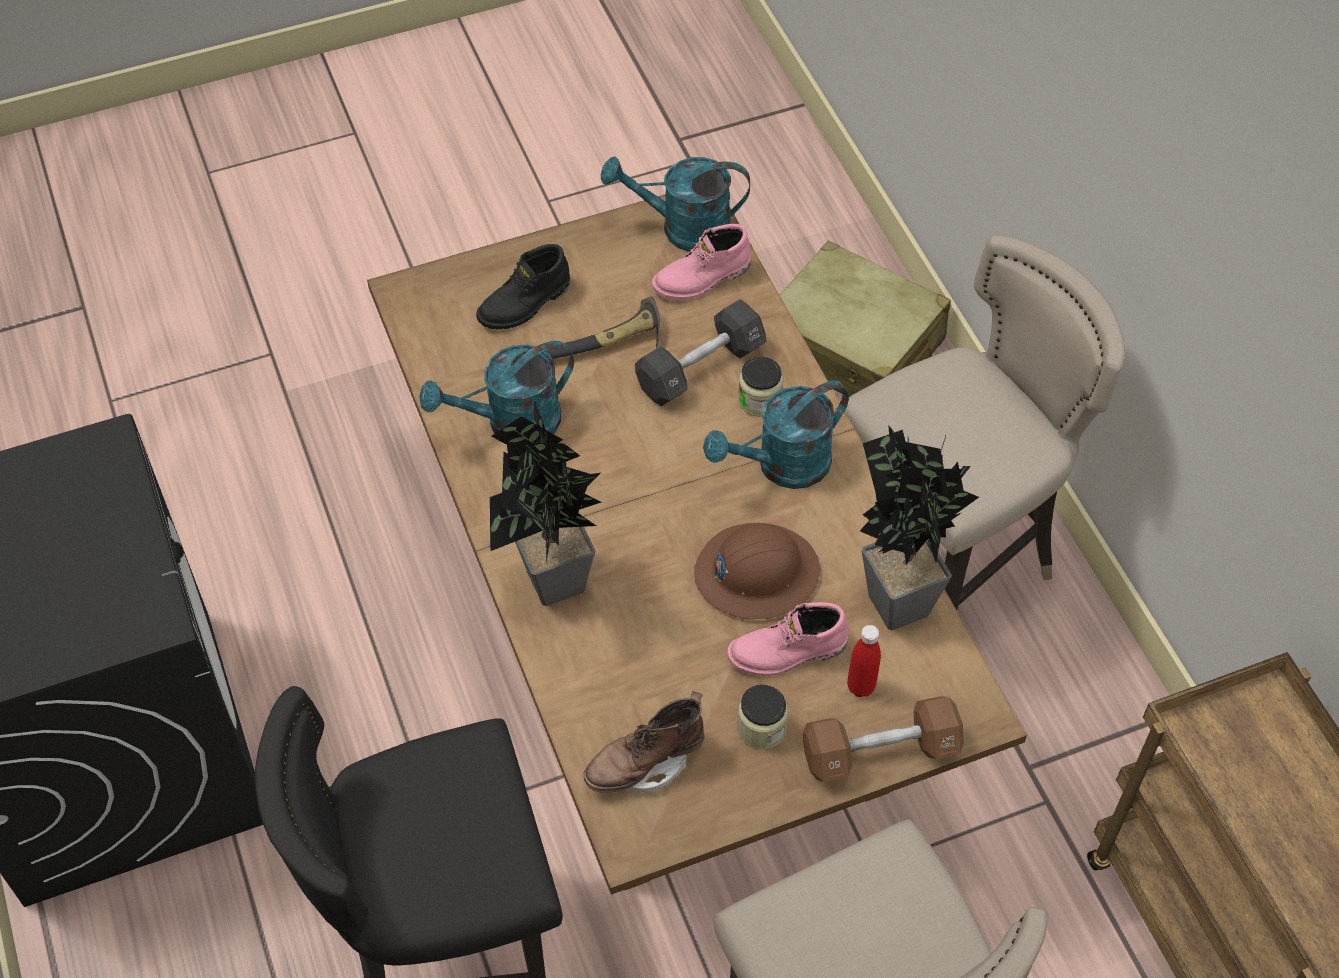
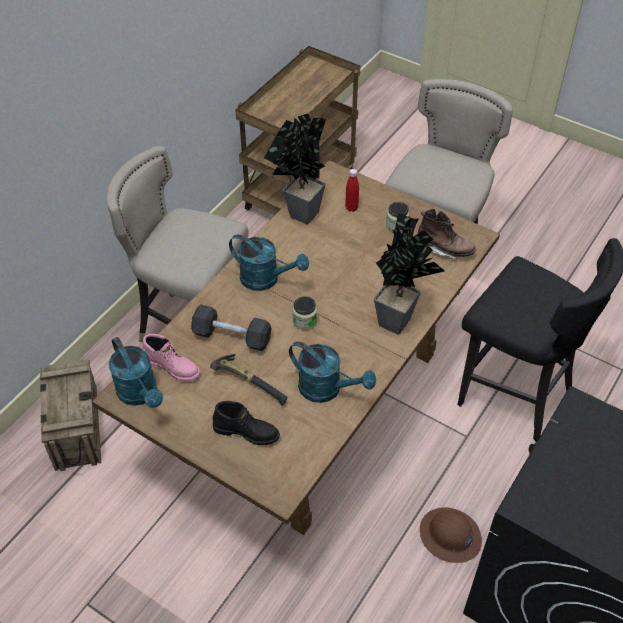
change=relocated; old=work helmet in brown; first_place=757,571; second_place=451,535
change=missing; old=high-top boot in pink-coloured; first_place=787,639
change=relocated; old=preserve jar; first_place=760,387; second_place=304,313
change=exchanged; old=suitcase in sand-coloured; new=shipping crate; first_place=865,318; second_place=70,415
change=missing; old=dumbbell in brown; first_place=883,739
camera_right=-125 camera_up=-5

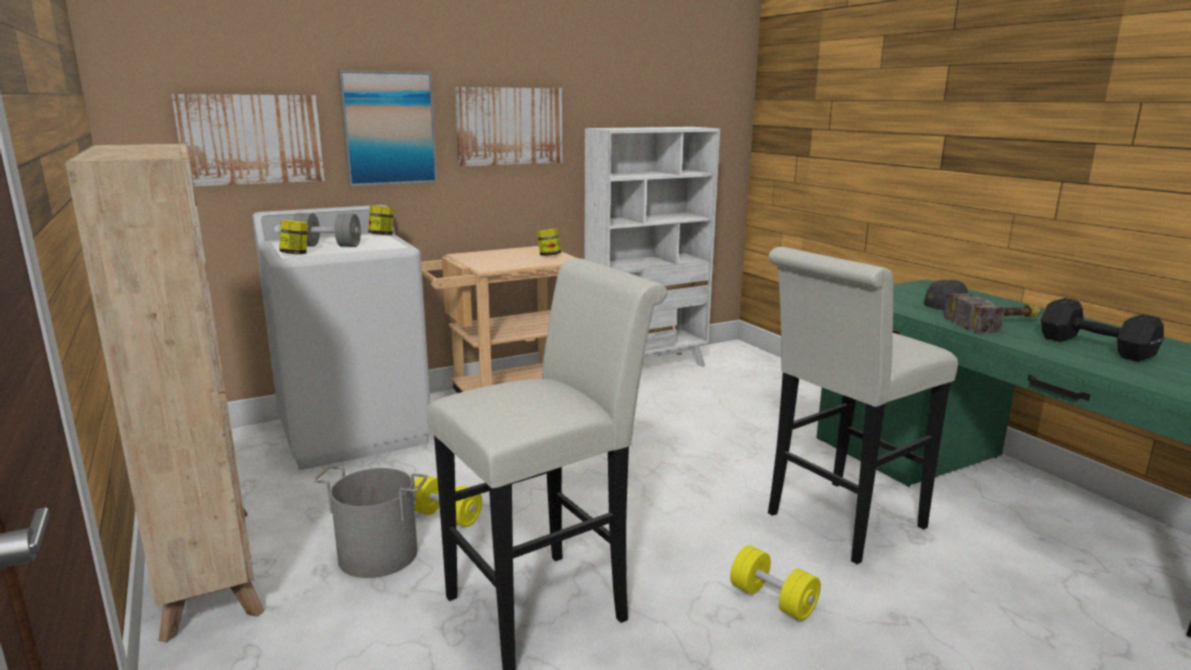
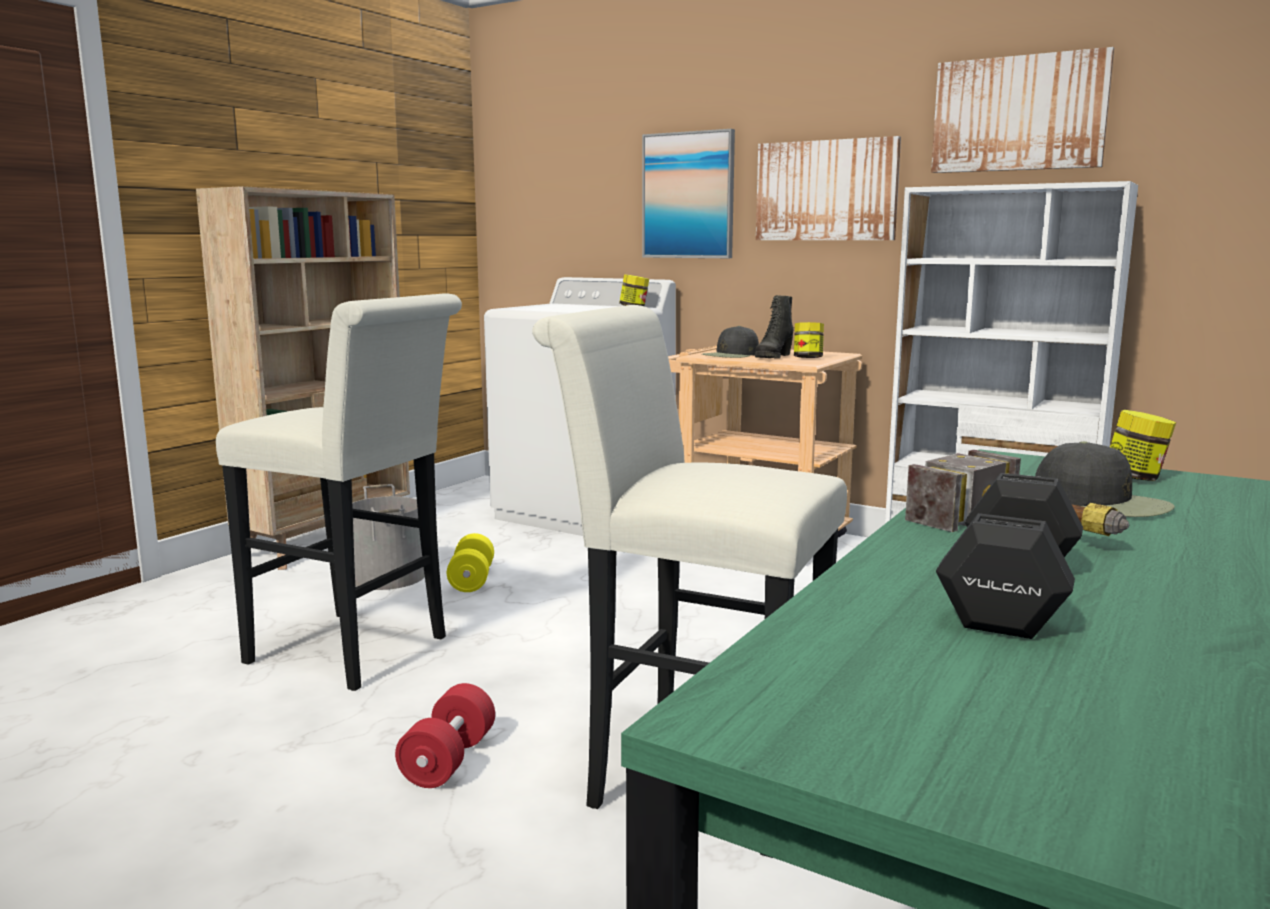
change=relocated; old=wall art; first_place=248,140; second_place=1022,110
change=relocated; old=preserve jar; first_place=293,237; second_place=1143,445
change=missing; old=dumbbell in gray; first_place=327,230
change=colour; old=dumbbell in yellow; new=dumbbell in red-coloured; first_place=775,583; second_place=445,735
change=appeared; new=peaked cap in black; second_place=730,342
change=appeared; new=high-top boot in black; second_place=774,327
camera_right=60 camera_up=-5

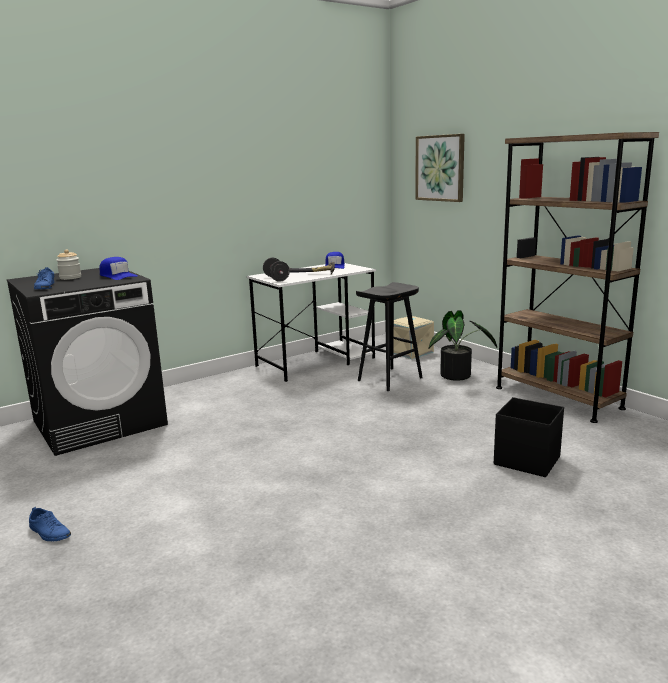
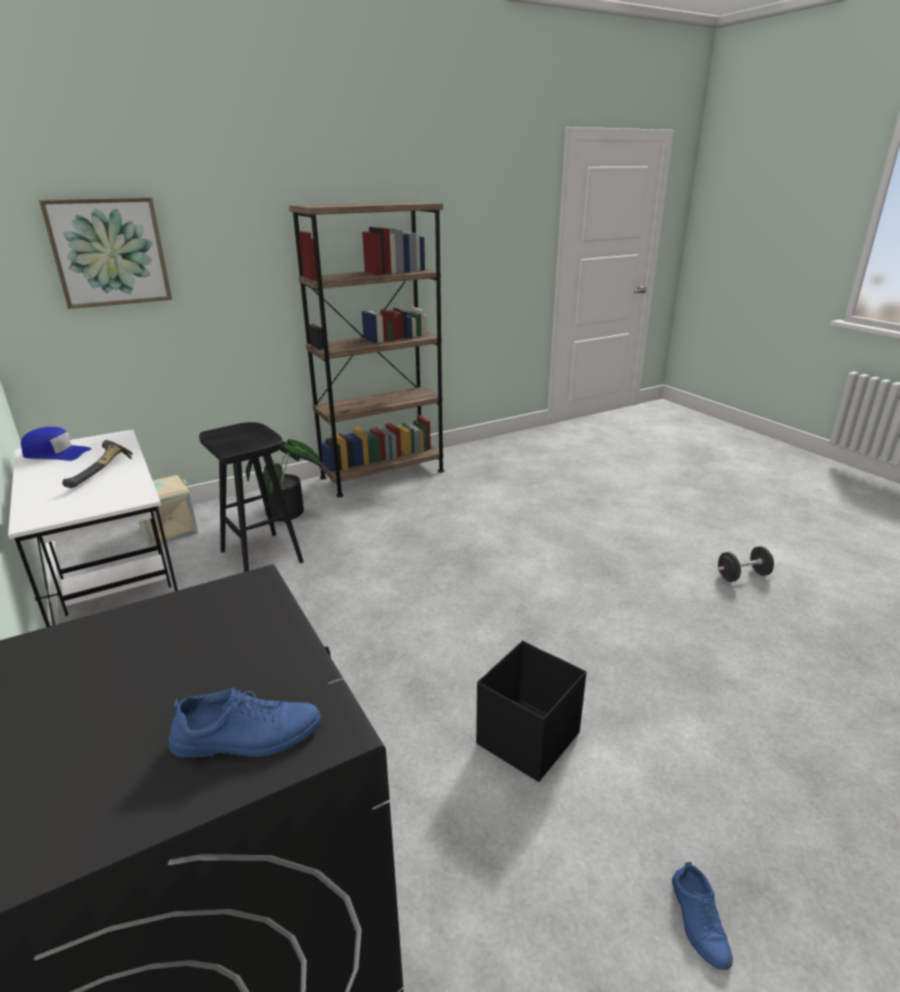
change=spun; old=item of footwear in blue; first_place=50,524; second_place=702,916; degrees=135
change=missing; old=preserve jar; first_place=68,265
change=missing; old=peaked cap in blue; first_place=118,268
change=relocated; old=dumbbell in black; first_place=276,270; second_place=746,564
change=relocated; old=storage bin in black; first_place=529,437; second_place=531,711
camera_right=-85 camera_up=10

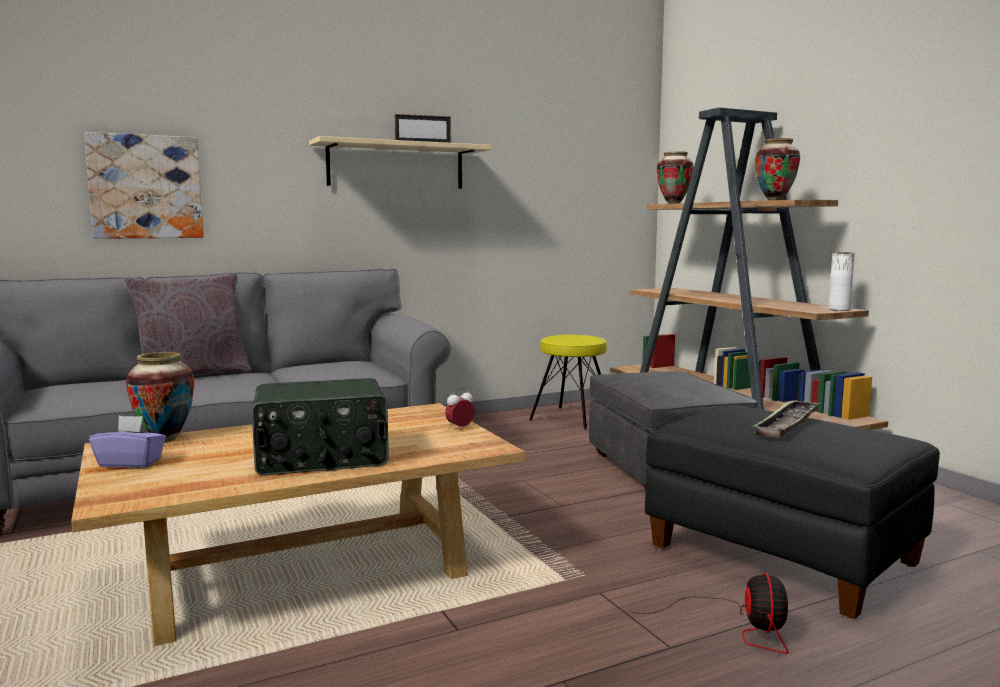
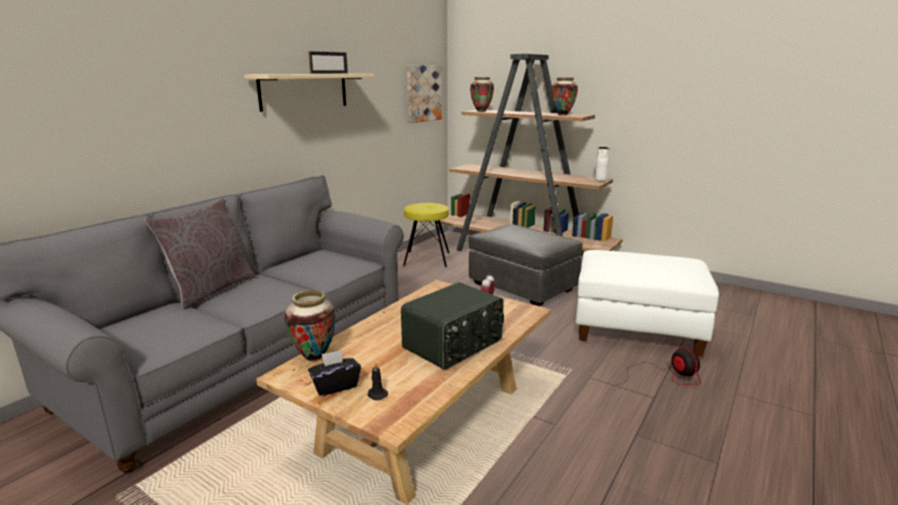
change=relocated; old=wall art; first_place=144,185; second_place=424,94
change=colour; old=tissue holder in purple-coloured; new=tissue holder in black; first_place=127,441; second_place=334,373
change=colour; old=ottoman in black; new=ottoman in white; first_place=792,512; second_place=647,303
change=missing; old=serving tray; first_place=787,419
change=appeared; new=candle in black; second_place=377,381
camera_right=-30 camera_up=10

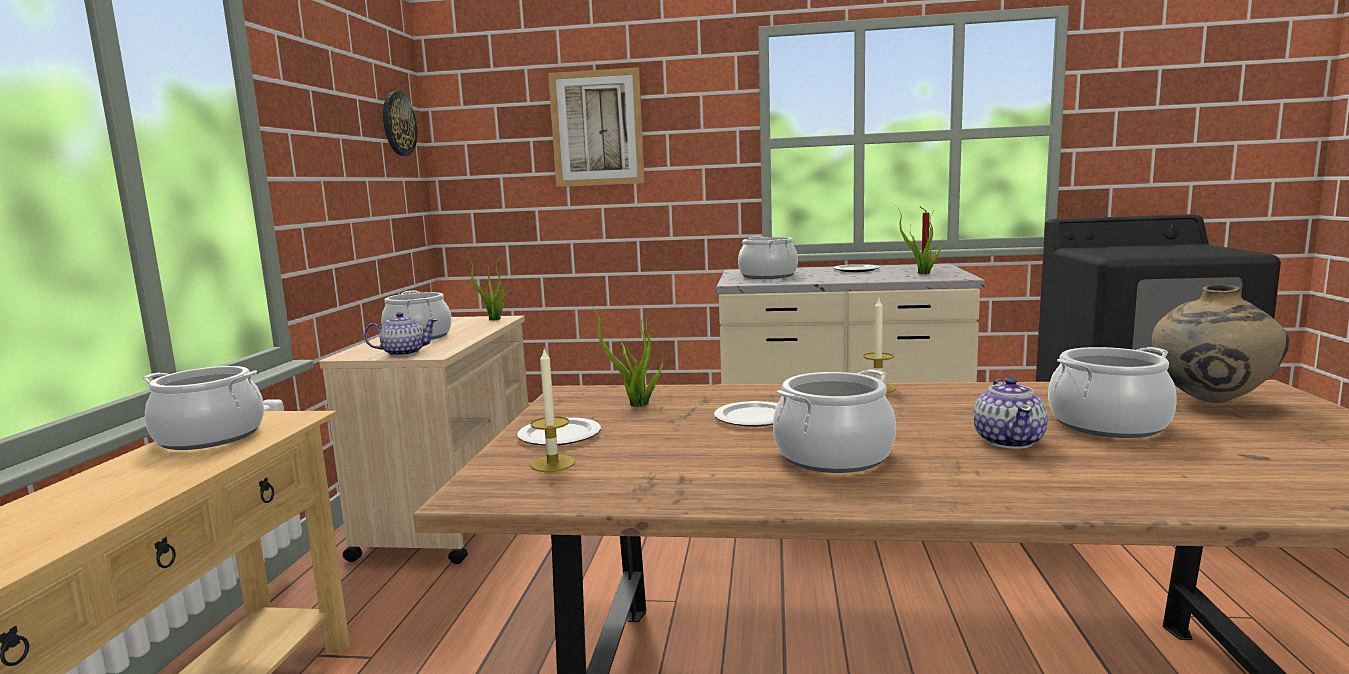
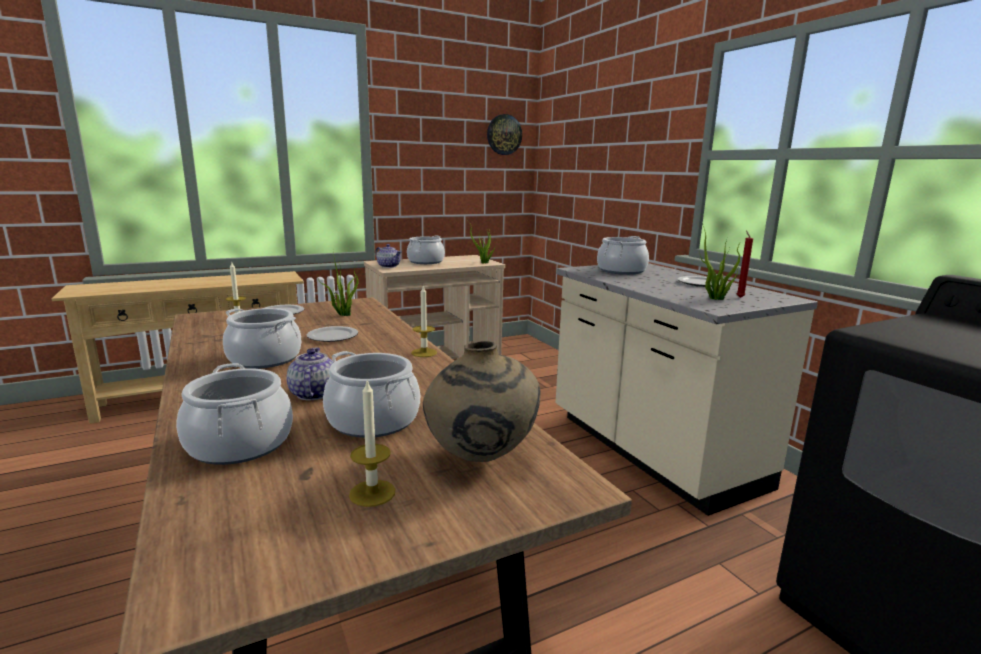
change=relocated; old=cooking pot; first_place=203,408; second_place=234,414
change=missing; old=wall art; first_place=596,127
change=spun; old=teapot; first_place=1011,413; second_place=310,373; degrees=105
change=appeared; new=candle; second_place=372,443
camera_right=55 camera_up=5

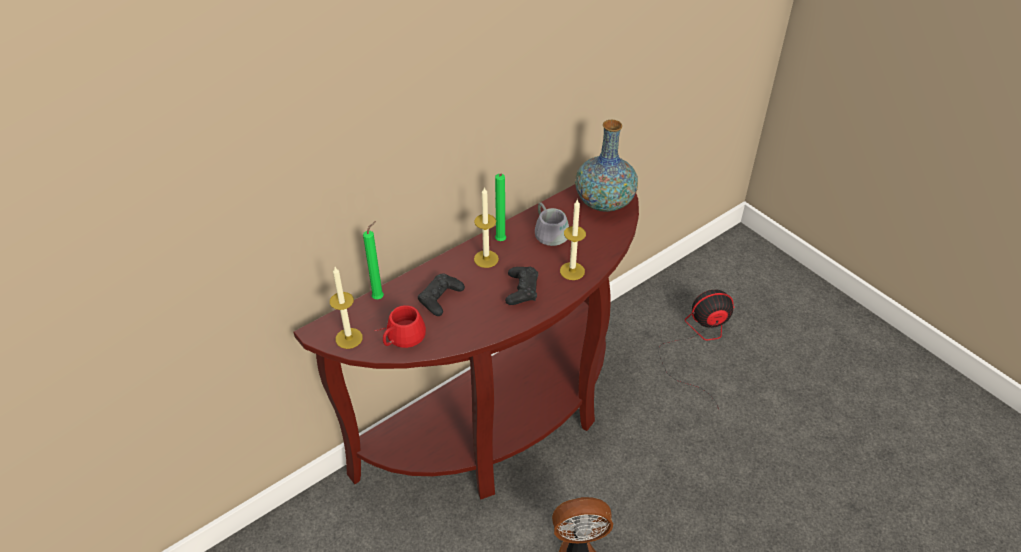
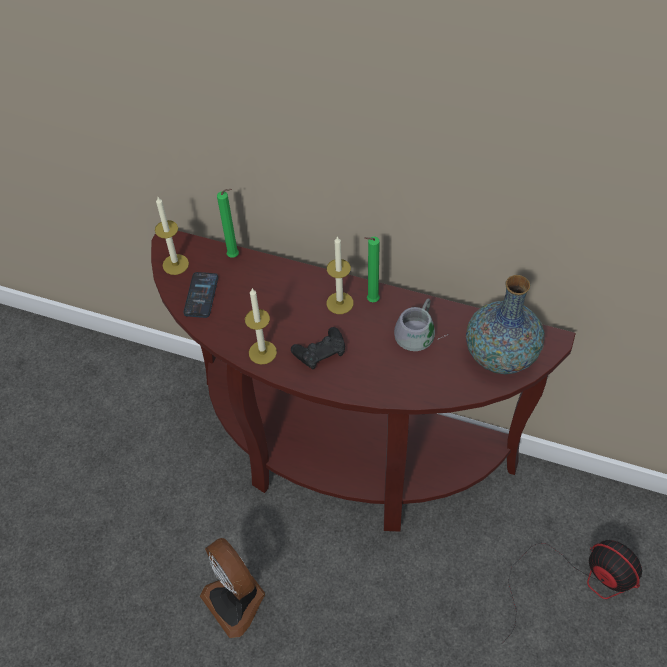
change=exchanged; old=coffee mug in red-coloured; new=handset; first_place=400,326; second_place=200,295
change=missing; old=gamepad in black; first_place=441,294
change=relocated; old=candle; first_place=573,239; second_place=261,326
camera_right=60 camera_up=10

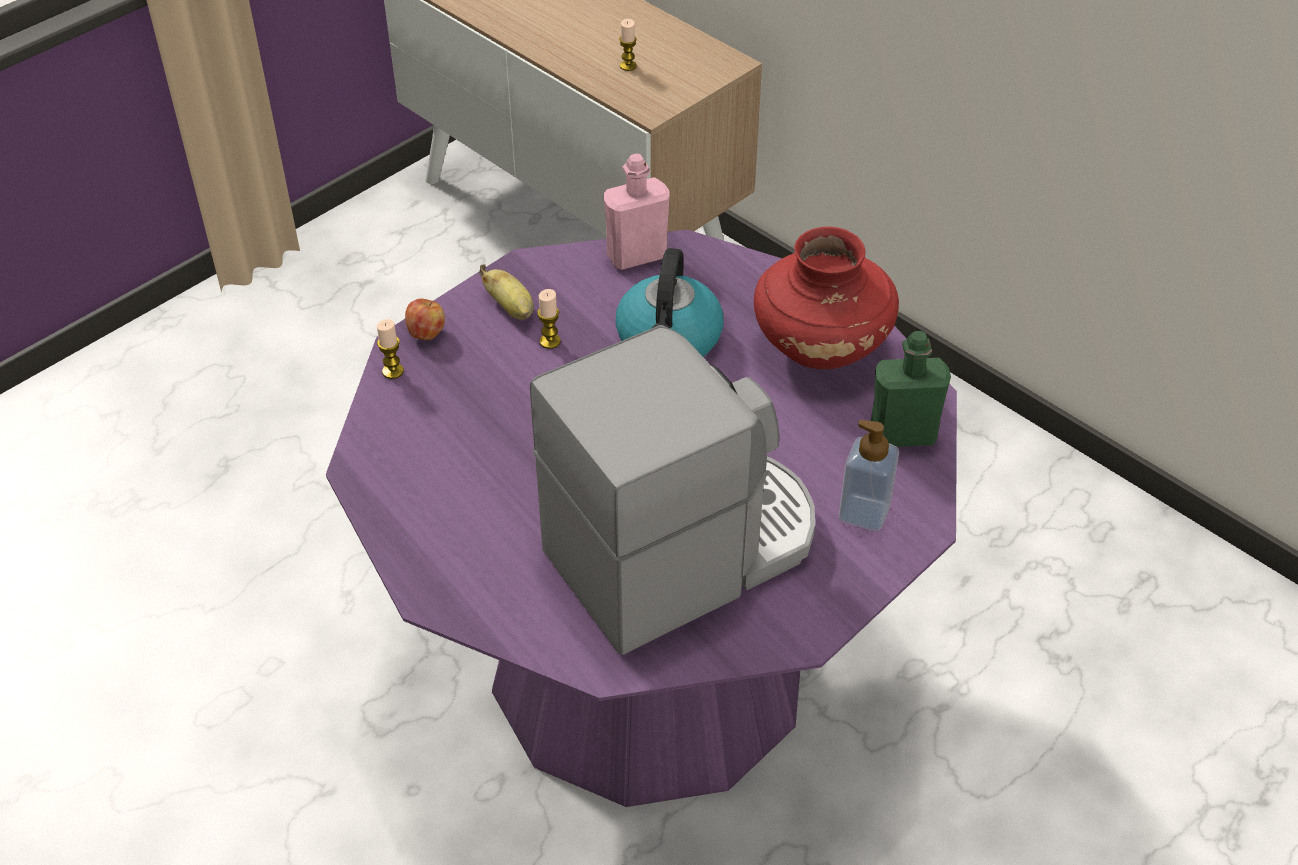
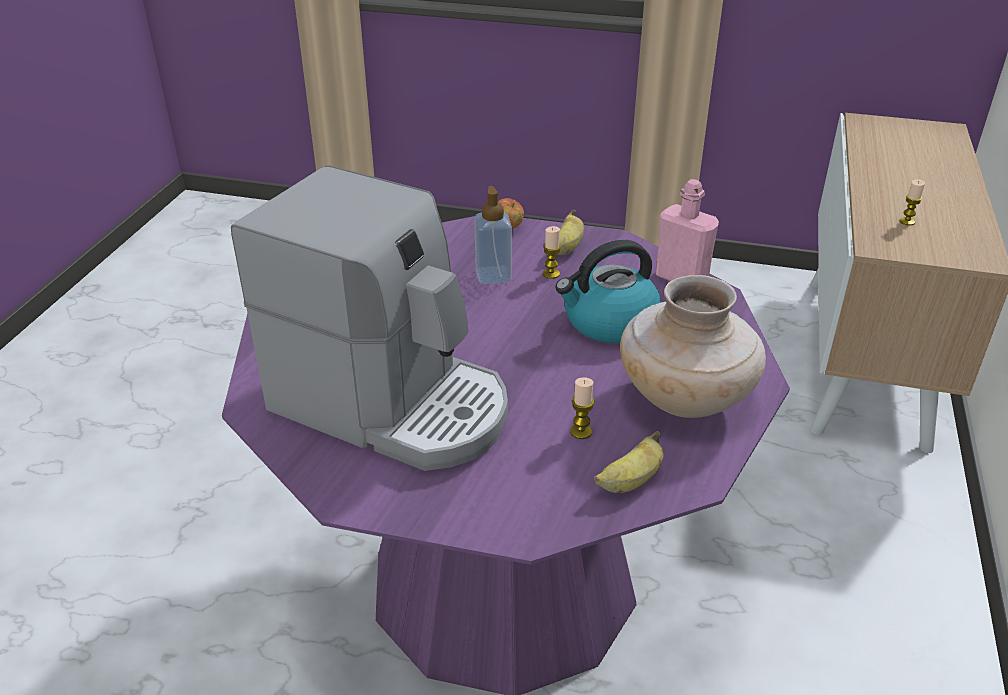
change=relocated; old=candle; first_place=390,349; second_place=582,408
change=colour; old=decorative vase in red-coloured; new=decorative vase in sand-coloured; first_place=826,298; second_place=693,346
change=relocated; old=soap bottle; first_place=869,475; second_place=493,235
change=exchanged; old=bottle in green-coloured; new=banana fruit; first_place=911,389; second_place=629,462
camera_right=60 camera_up=-10

